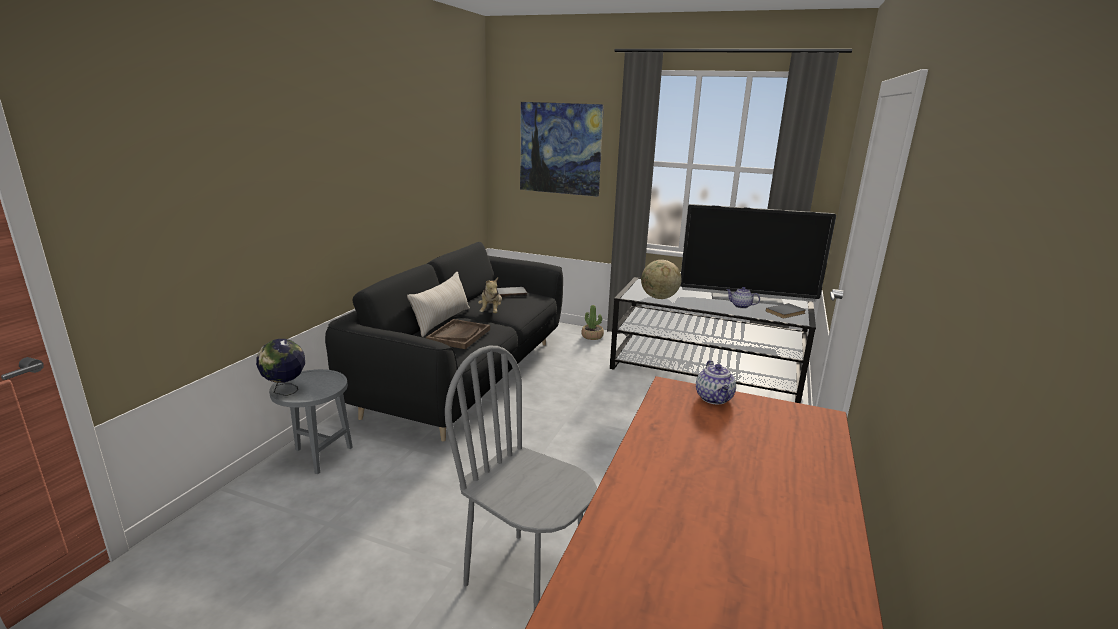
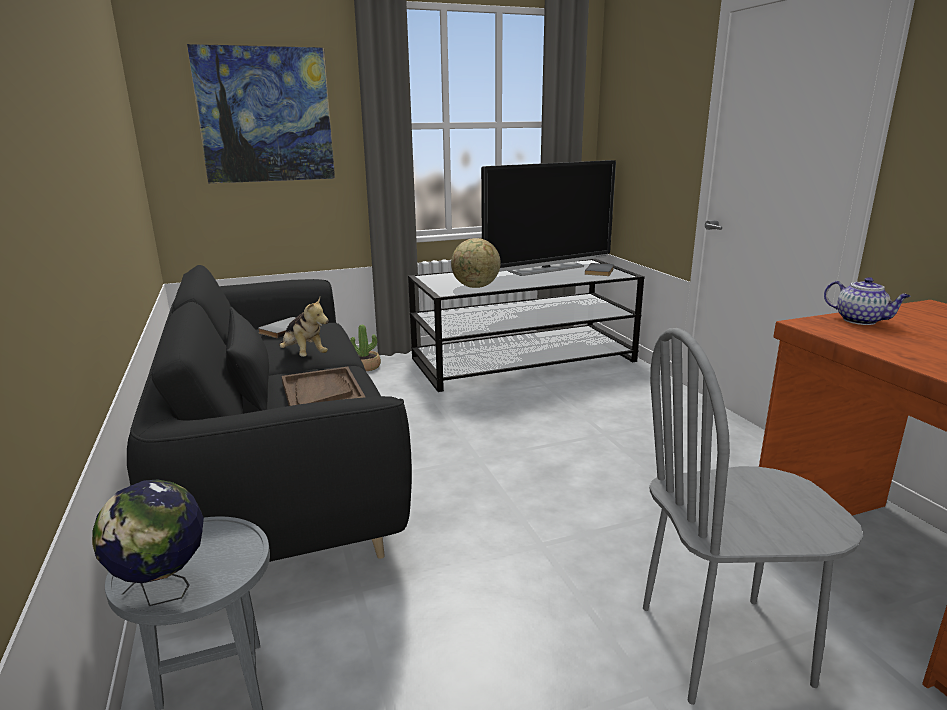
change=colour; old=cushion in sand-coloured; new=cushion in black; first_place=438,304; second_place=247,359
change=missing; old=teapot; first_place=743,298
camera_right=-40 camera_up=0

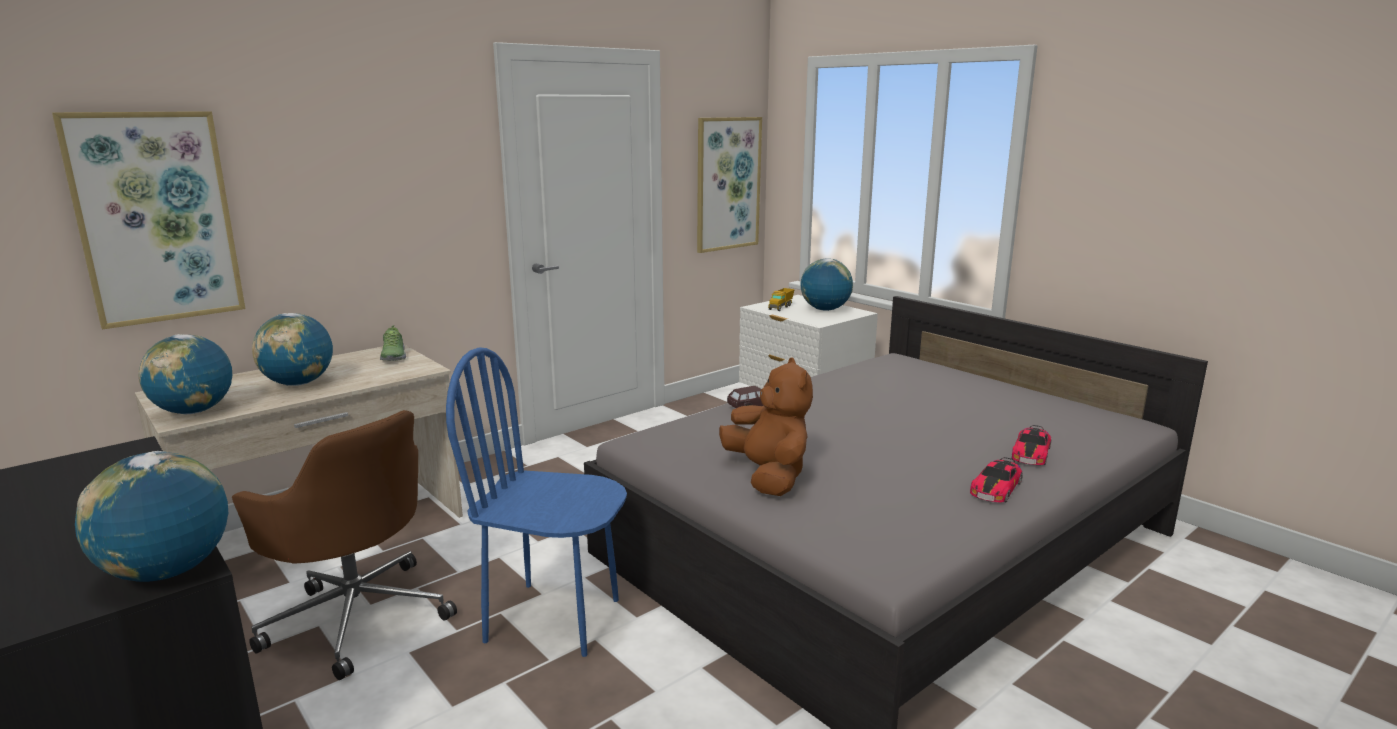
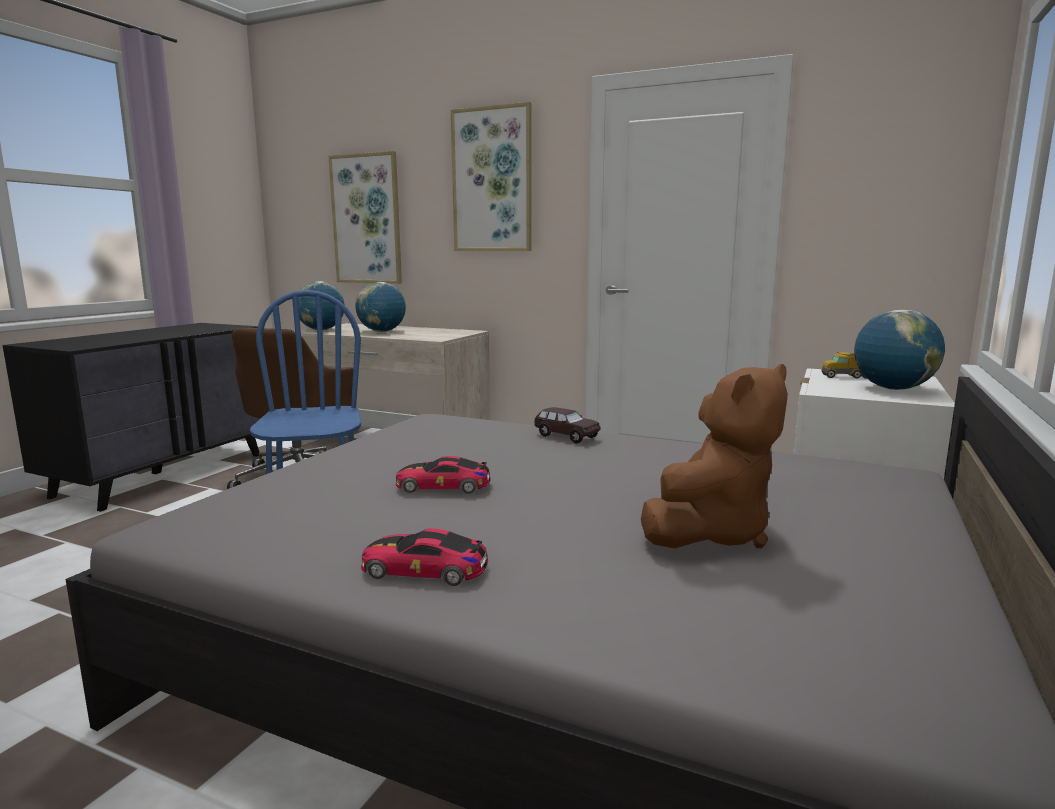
change=missing; old=desk globe; first_place=151,516
change=missing; old=item of footwear; first_place=393,343
change=relocated; old=wall art; first_place=729,185; second_place=491,176
change=relocated; old=cuddly toy in brown; first_place=766,427; second_place=714,456
change=relocated; old=toy car; first_place=1031,445; second_place=442,475
camera_right=65 camera_up=-5

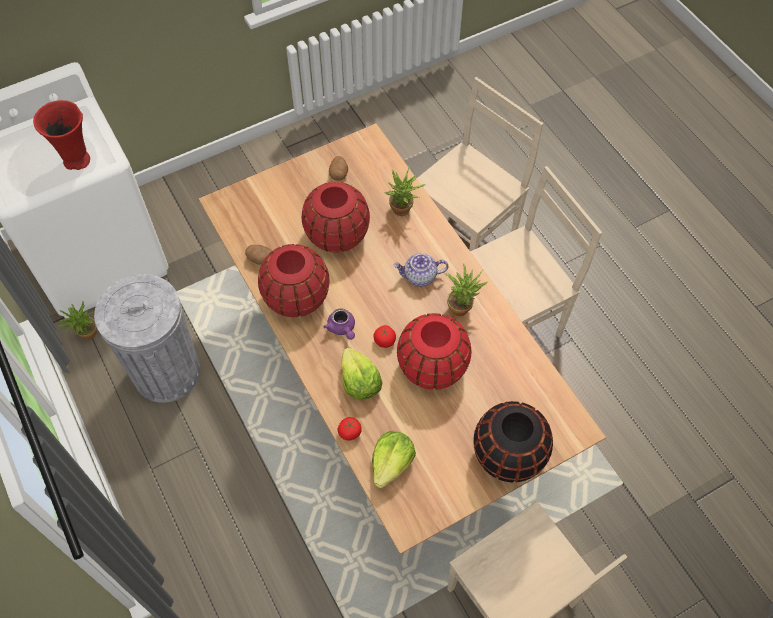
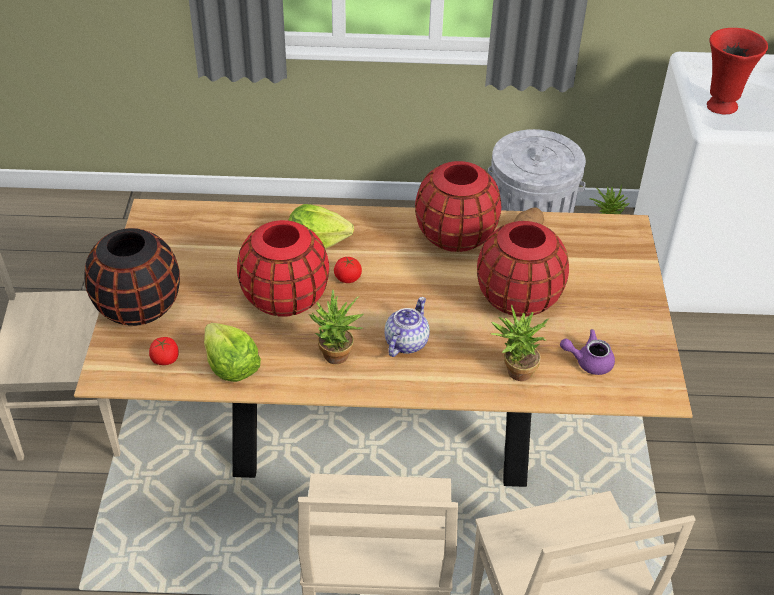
change=relocated; old=teapot in purple-coloured; first_place=339,324; second_place=587,352
change=missing; old=whole potato; first_place=338,168
change=relocated; old=whole tomato; first_place=350,428; second_place=163,351
change=relocated; old=lettuce head; first_place=394,459; second_place=232,352
camera_right=120 camera_up=-15

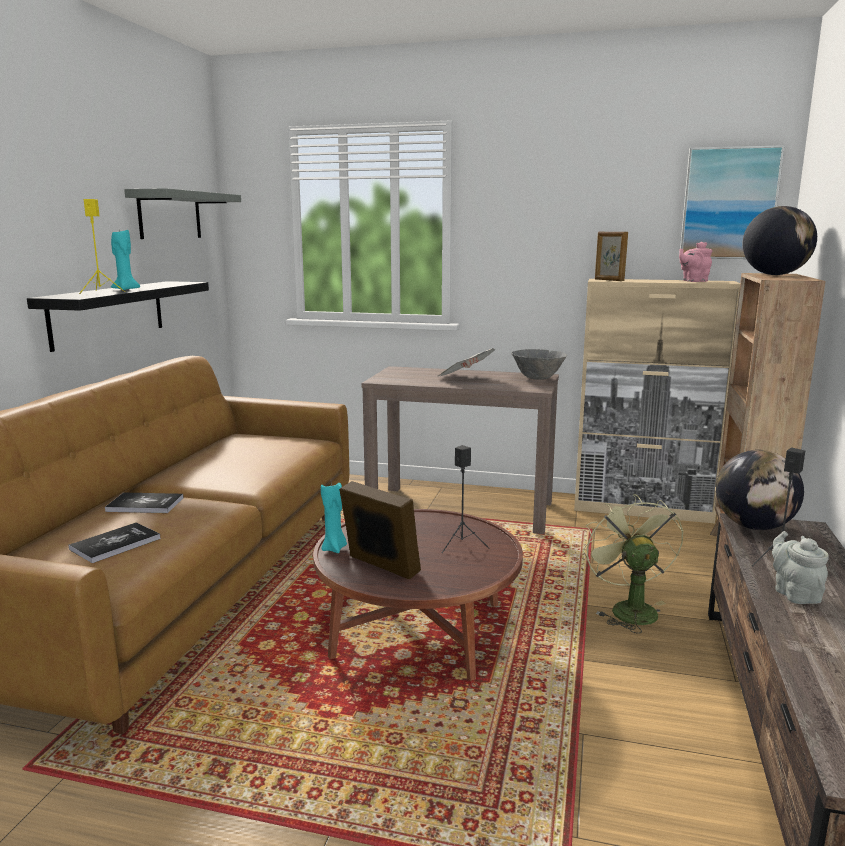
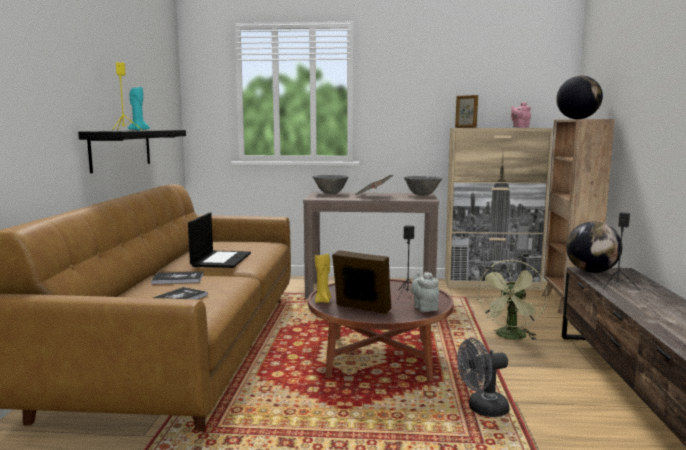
change=missing; old=shelf in gray; first_place=182,213
change=colour; old=candle in turquoise; new=candle in yellow; first_place=334,517; second_place=323,278
change=spun; old=electric fan in green-coloured; first_place=633,563; second_place=512,300; degrees=-135
change=missing; old=wall art; first_place=732,202
change=relocated; old=teapot in gray; first_place=800,567; second_place=425,292
change=appeared; new=laptop; second_place=219,240
change=appeared; new=serving bowl in gray; second_place=331,184
change=appeared; new=electric fan in gray; second_place=483,377
camera_right=-10 camera_up=-5

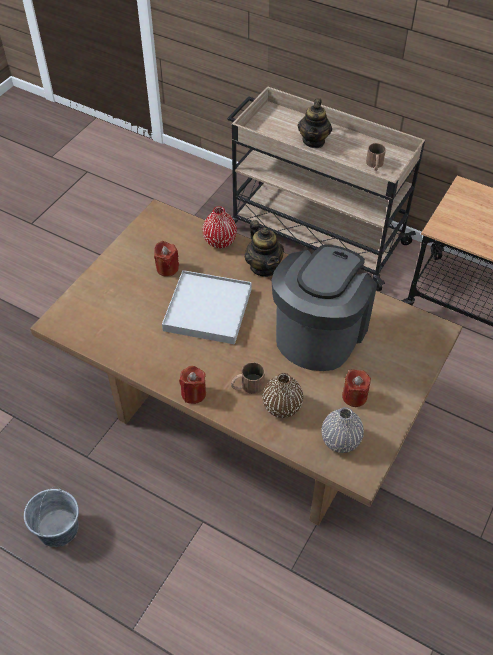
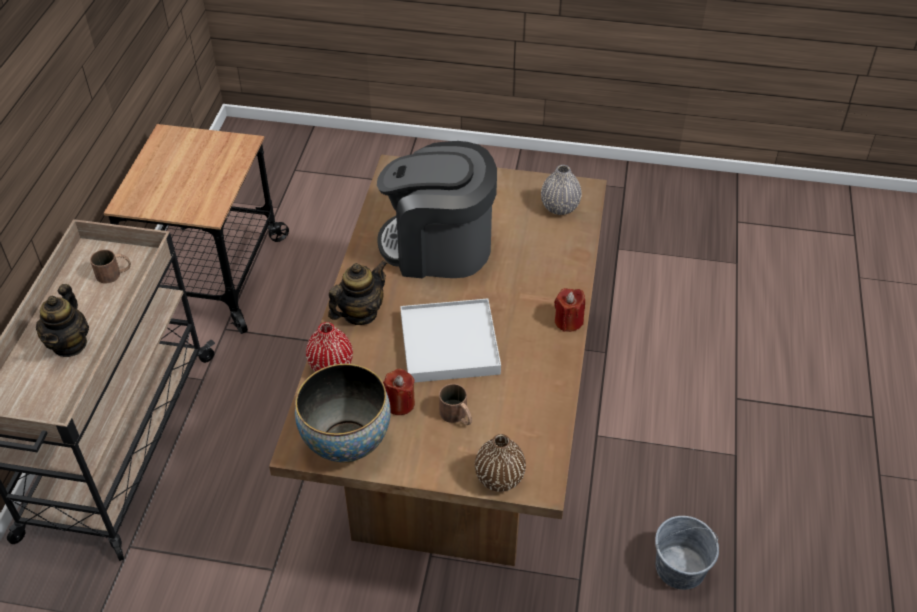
change=relocated; old=coffee mug in brown; first_place=248,378; second_place=455,404
change=relocated; old=decorative vase in brown; first_place=282,395; second_place=500,463
change=spun; old=teapot; first_place=315,123; second_place=62,320; degrees=105
change=missing; old=candle in red-coloured; first_place=356,388
change=appeared; new=serving bowl; second_place=343,413
camera_right=-110 camera_up=-5

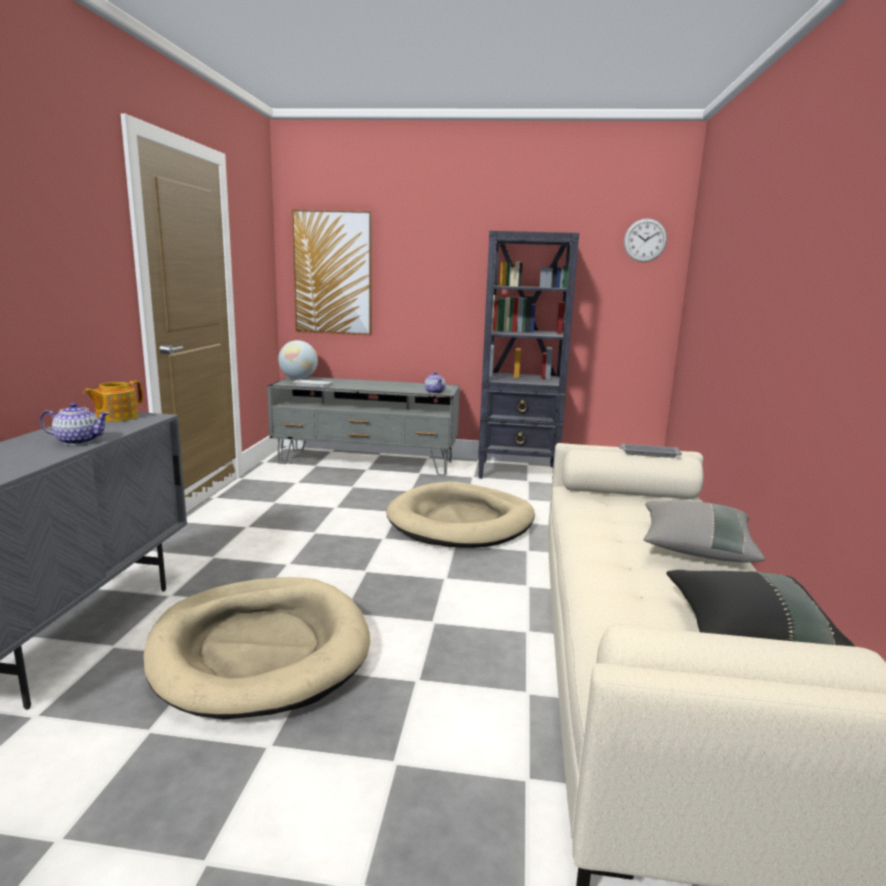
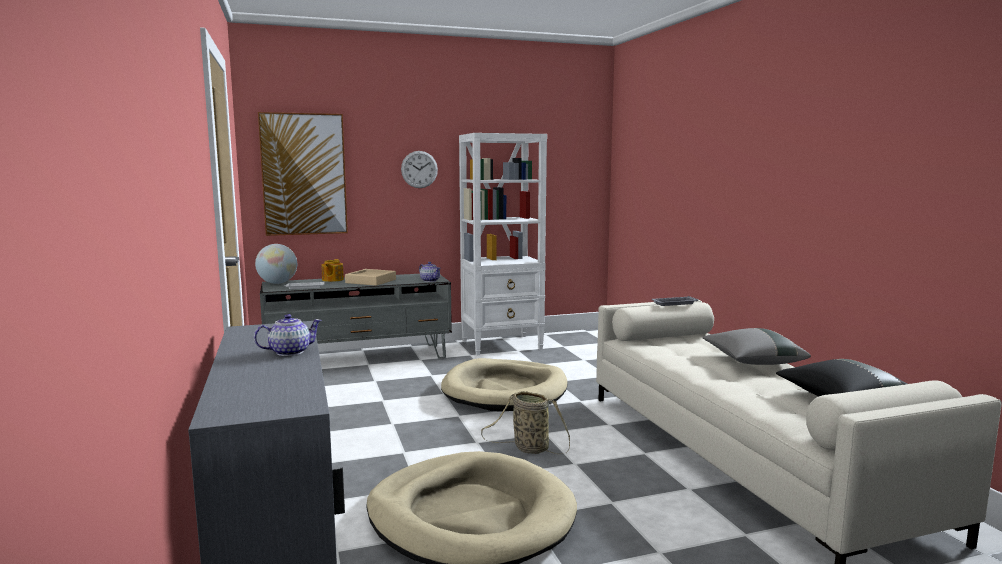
change=relocated; old=teapot; first_place=113,401; second_place=332,270
change=colour; old=bookcase in black; new=bookcase in white; first_place=528,355; second_place=503,244
change=relocated; old=hanging clock; first_place=645,240; second_place=419,169
change=appeared; new=serving tray in sand-coloured; second_place=370,277
change=appeared; new=household basket; second_place=525,422
camera_right=-25 camera_up=-5

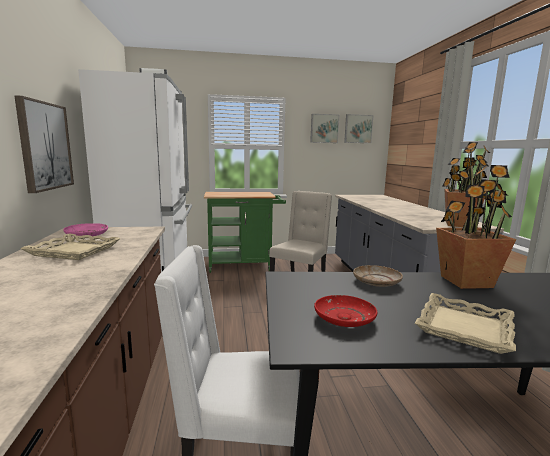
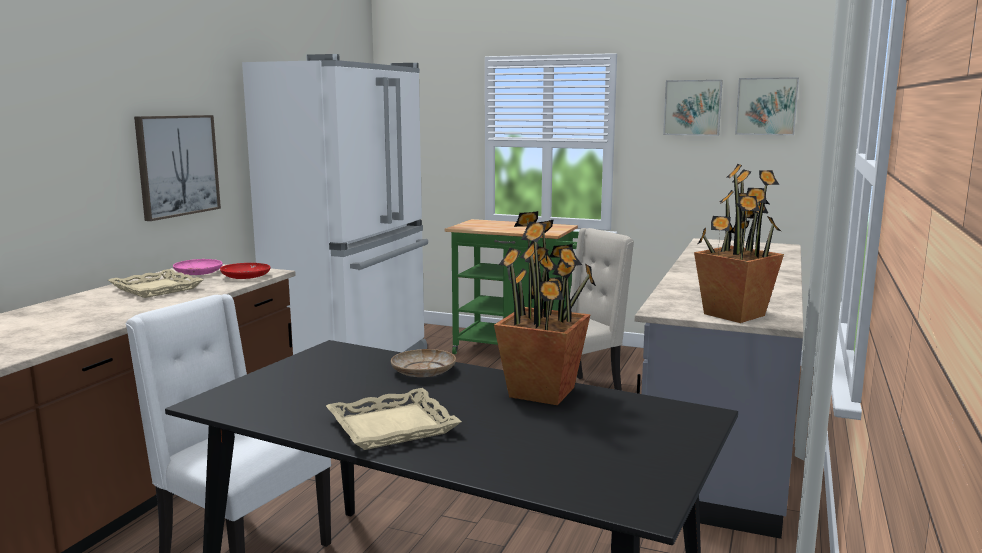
change=relocated; old=plate in red-coloured; first_place=345,311; second_place=245,271
camera_right=30 camera_up=0

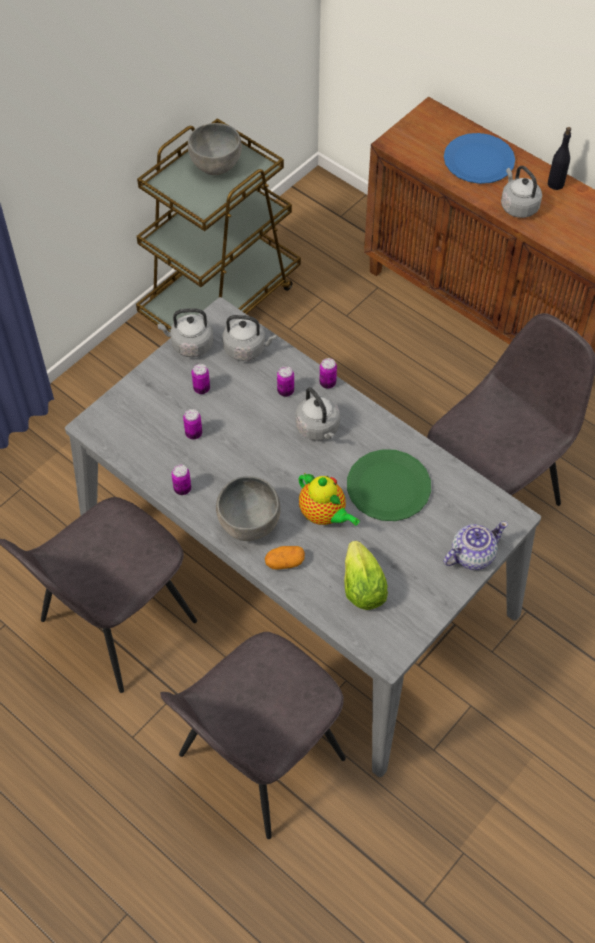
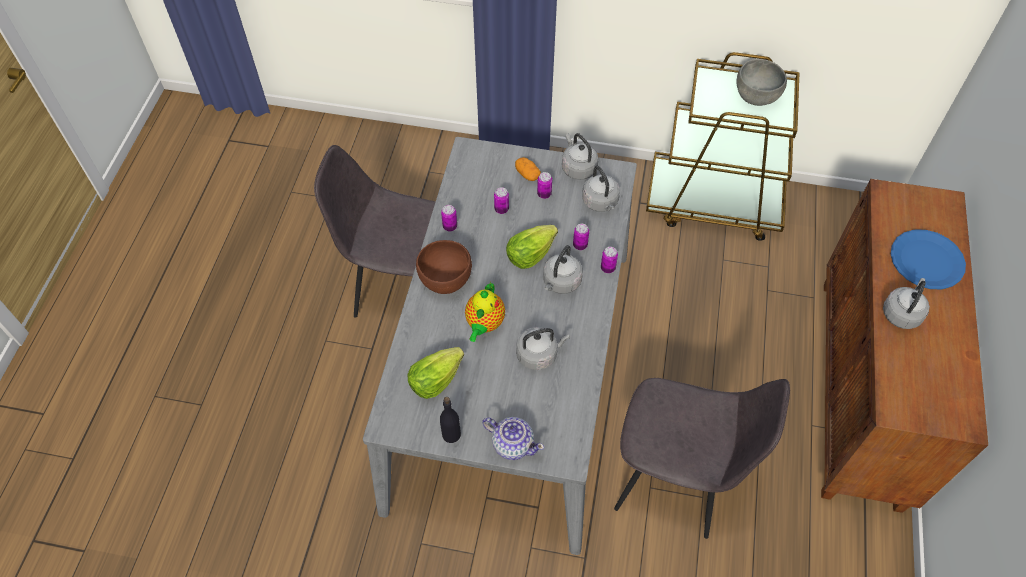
change=missing; old=plain chair in gray; first_place=253,735
change=colour; old=serving bowl in gray; new=serving bowl in brown; first_place=248,508; second_place=444,267
change=relocated; old=whole potato; first_place=285,558; second_place=528,169
change=exchanged; old=plate in green-coloured; new=tea kettle in gray; first_place=389,485; second_place=543,348
change=relocated; old=bottle in black; first_place=559,158; second_place=450,420
change=appeared; new=lettuce head; second_place=532,247
camera_right=60 camera_up=0

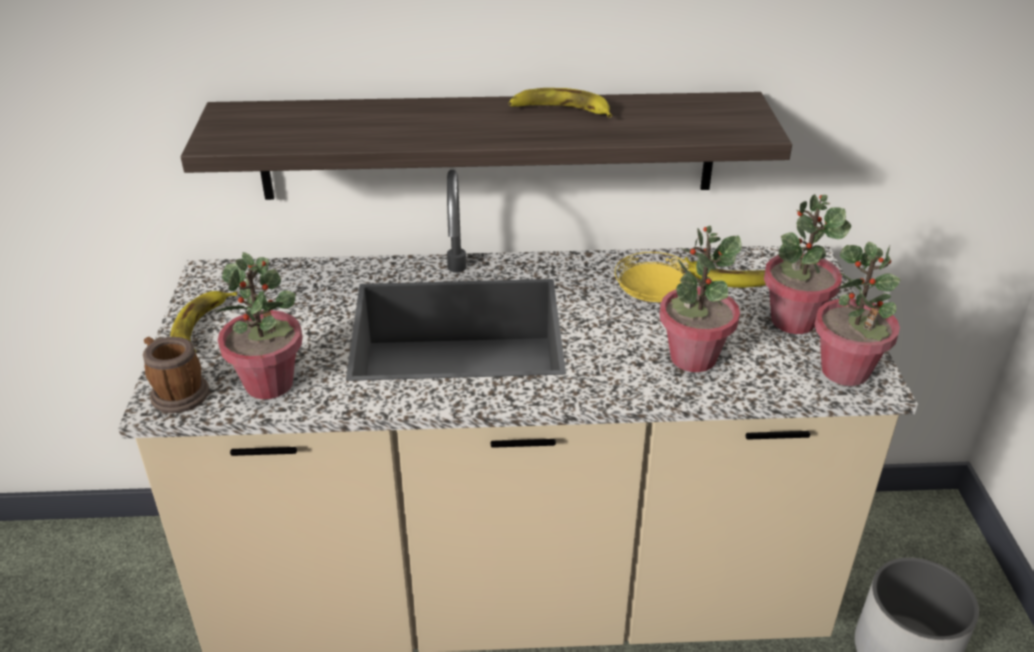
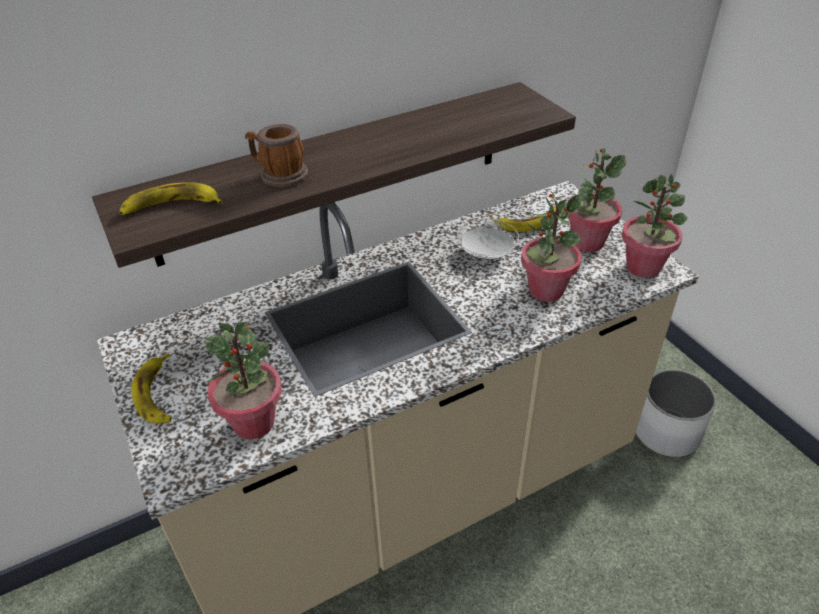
change=relocated; old=coffee mug; first_place=176,375; second_place=276,155
change=relocated; old=banana fruit; first_place=560,103; second_place=170,198
change=colour; old=plate in yellow; new=plate in white; first_place=656,277; second_place=488,239
camera_right=-25 camera_up=5

